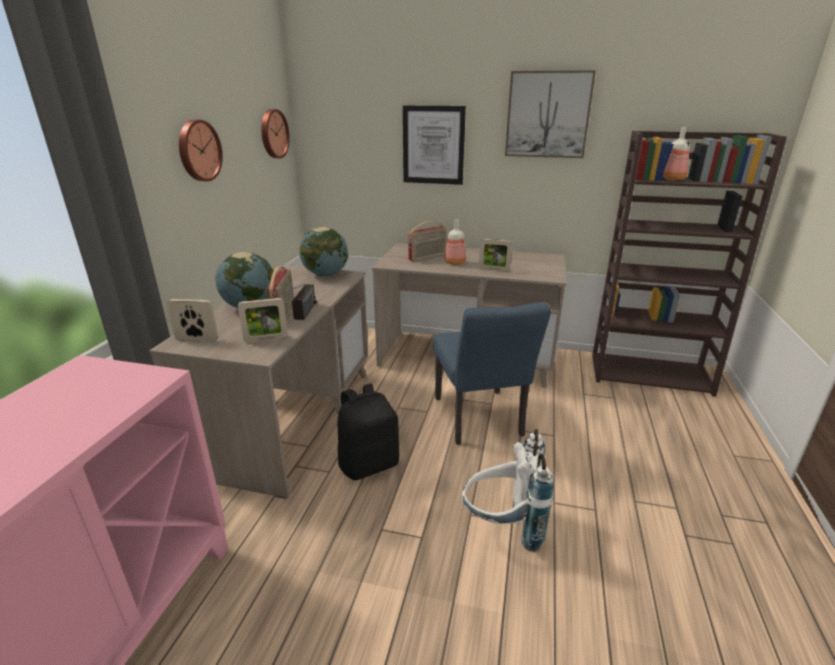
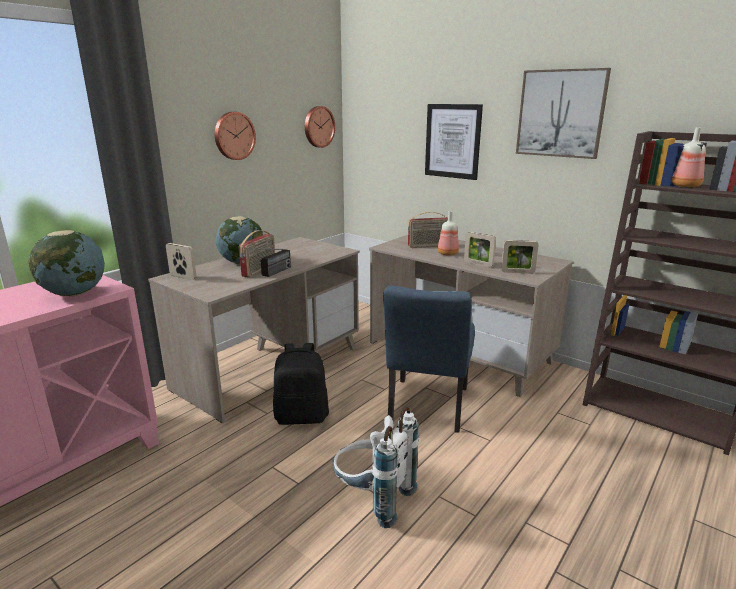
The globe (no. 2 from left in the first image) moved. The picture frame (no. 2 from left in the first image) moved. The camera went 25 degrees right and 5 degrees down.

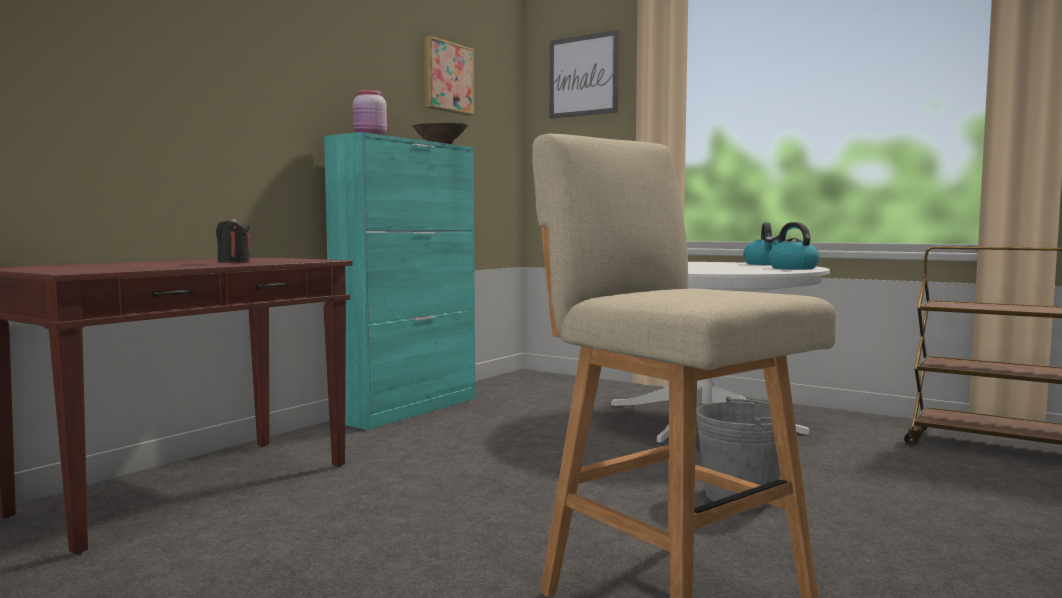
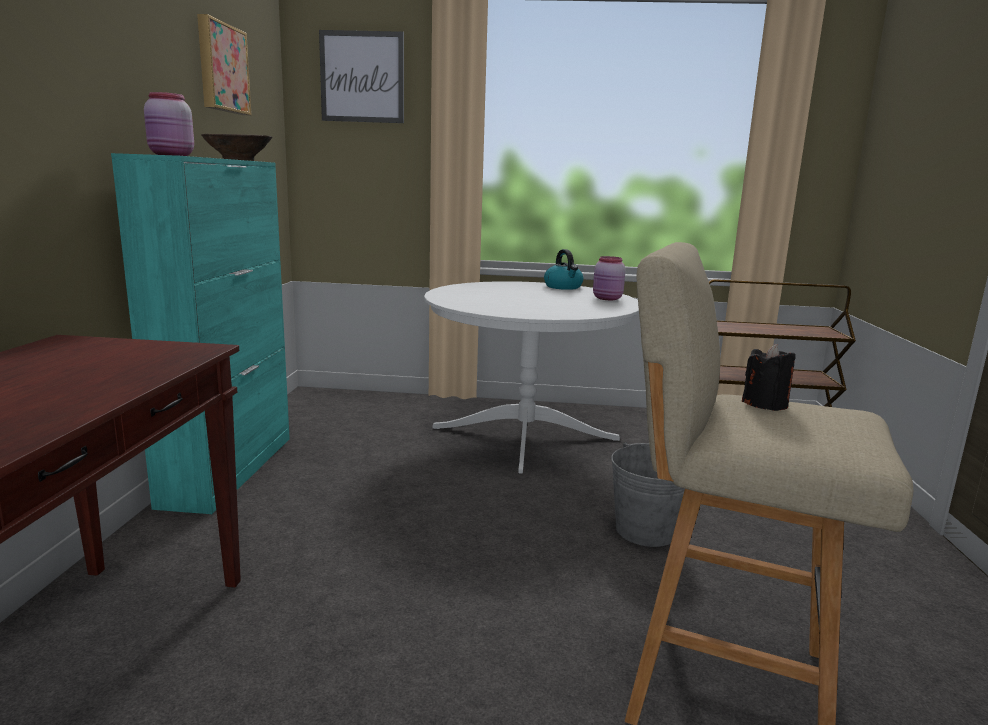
The kettle (no. 2 from left) was replaced by the pink jar (no. 2 from left). The black candle moved. The camera went 30 degrees left and 10 degrees up.

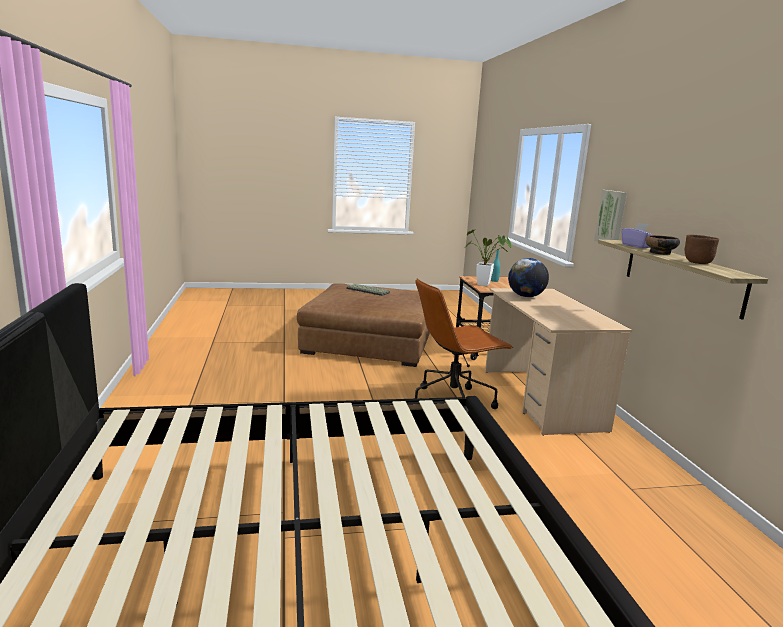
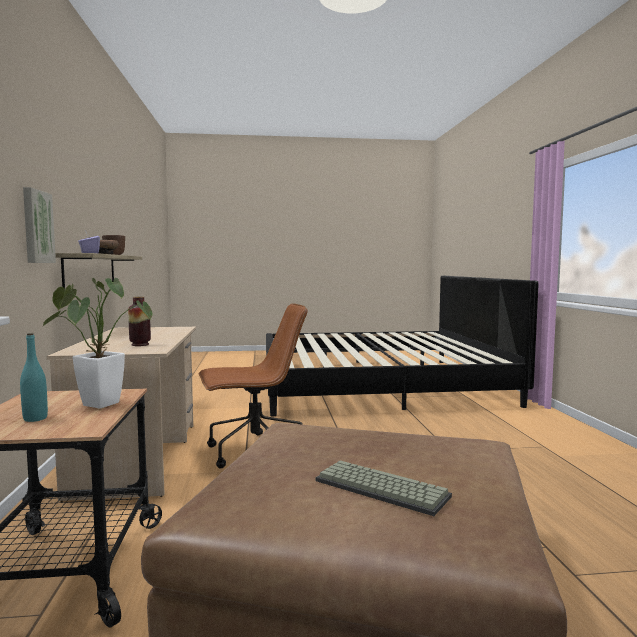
The globe was replaced by the vase. The camera went 175 degrees left and 10 degrees down.

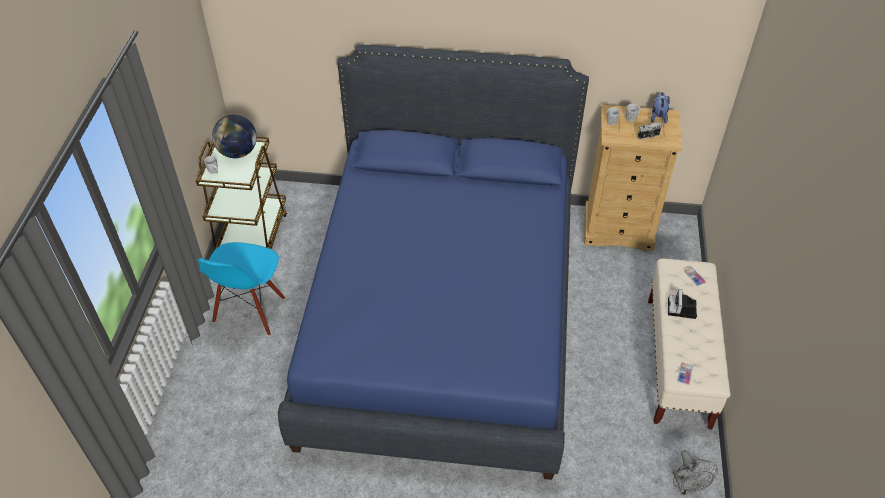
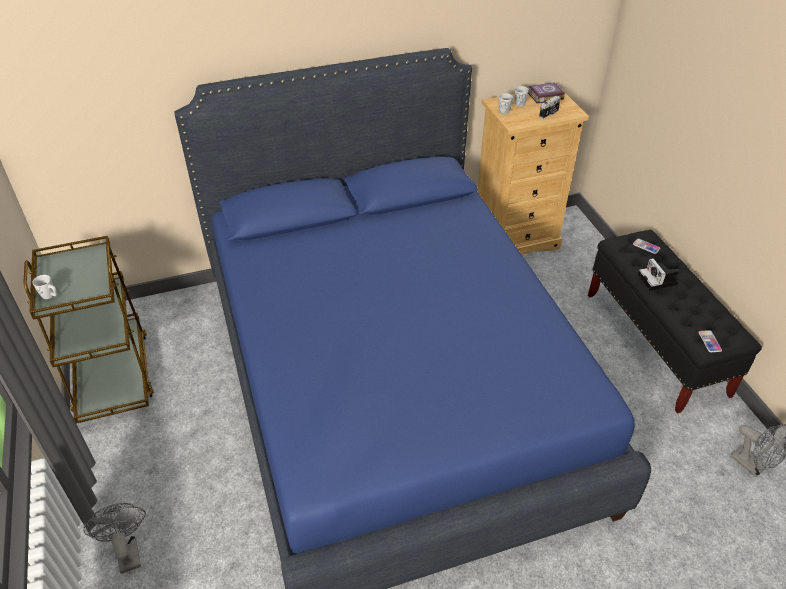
The grey fan (no. 1 from left) appeared. The plush toy was replaced by the book. The beige bench became the black bench. The blue chair disappeared. The globe disappeared. The camera went 25 degrees left and 5 degrees down.

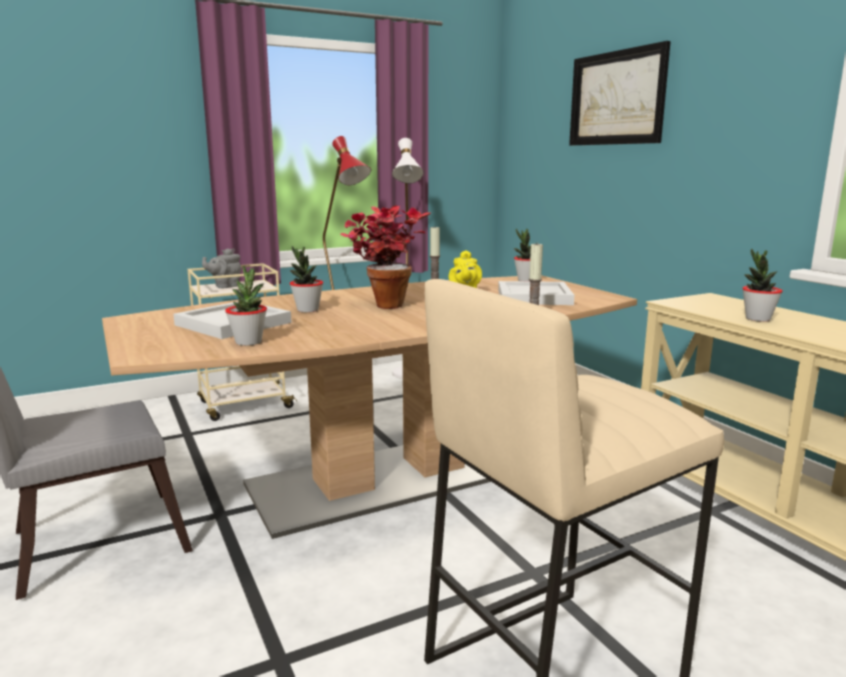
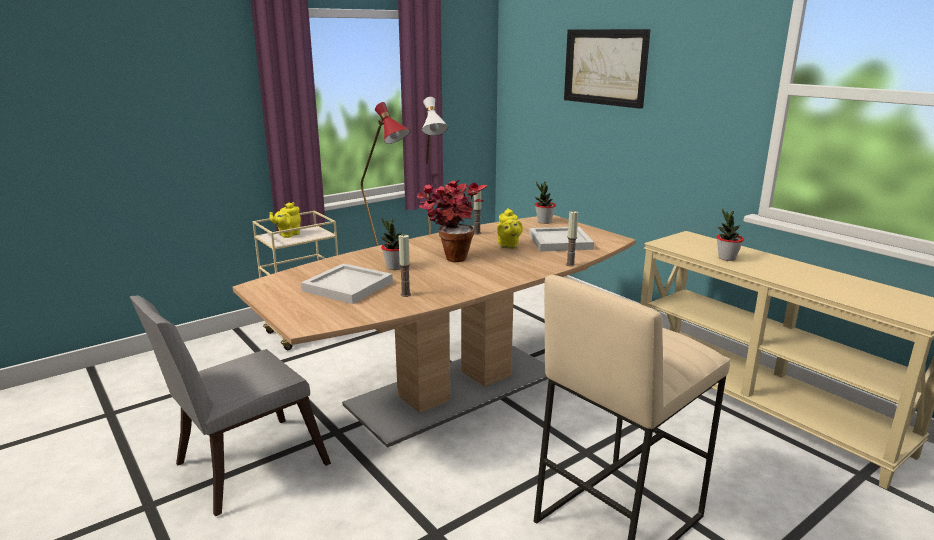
The grey teapot became the yellow teapot (no. 1 from left). The candle (no. 1 from left) appeared. The potted plant (no. 1 from left) disappeared. The camera went 10 degrees left and 5 degrees up.

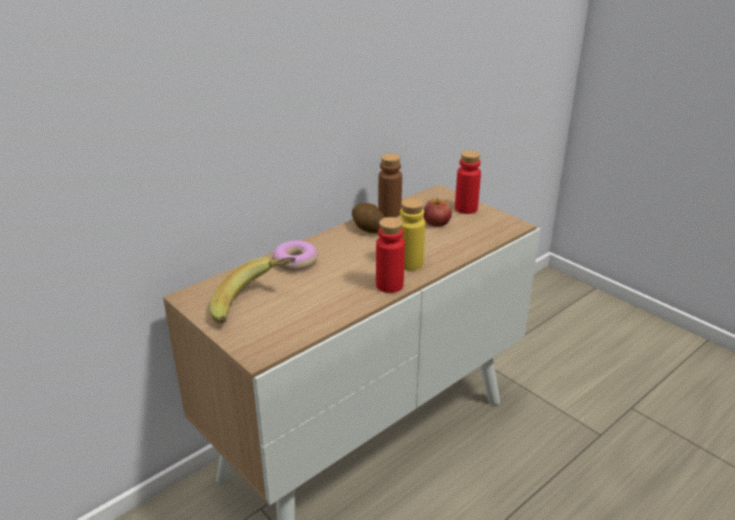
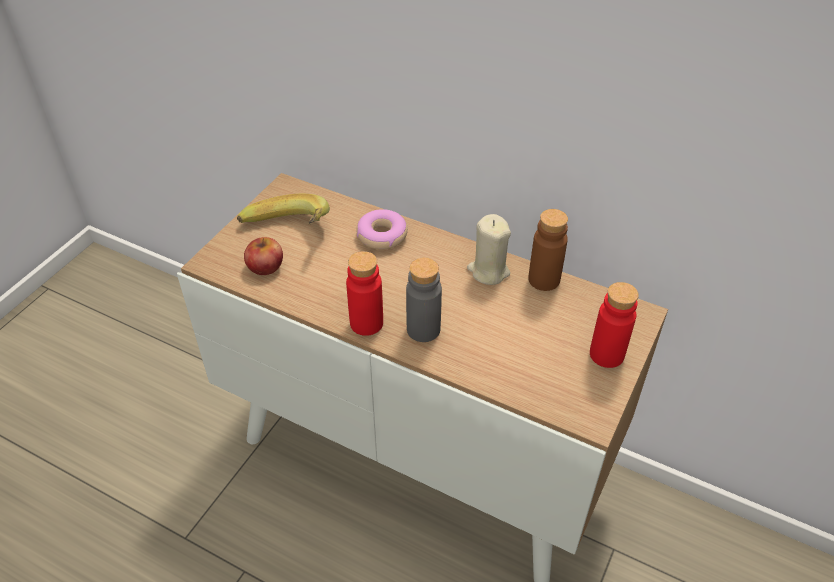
The apple moved. The yellow bottle became the grey bottle. The potato was replaced by the beige candle. The camera went 70 degrees right and 15 degrees up.

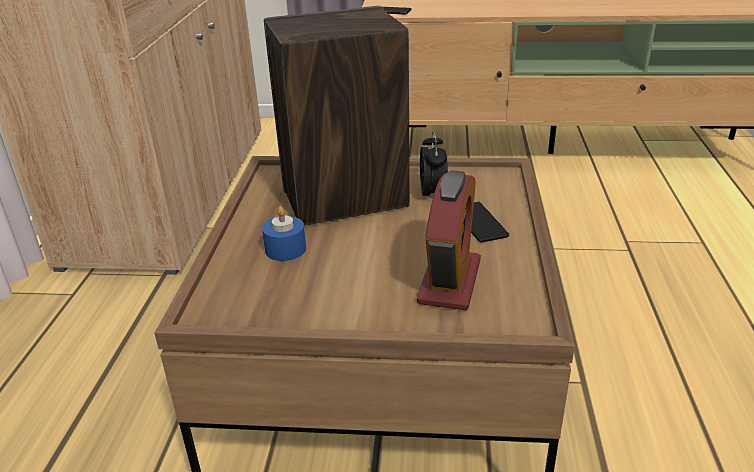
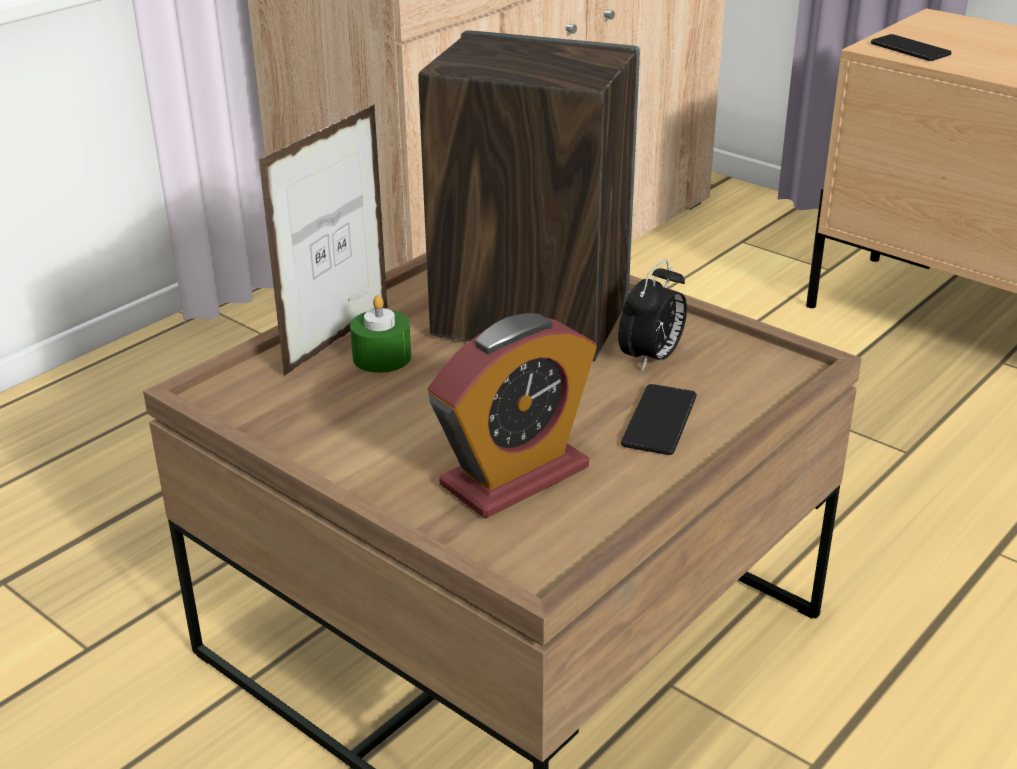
The picture frame appeared. The blue candle became the green candle. The camera went 35 degrees right and 0 degrees up.

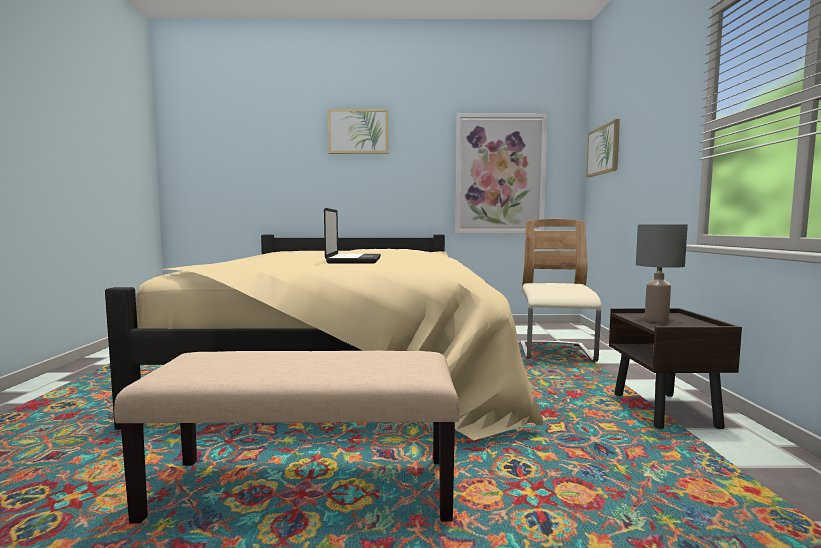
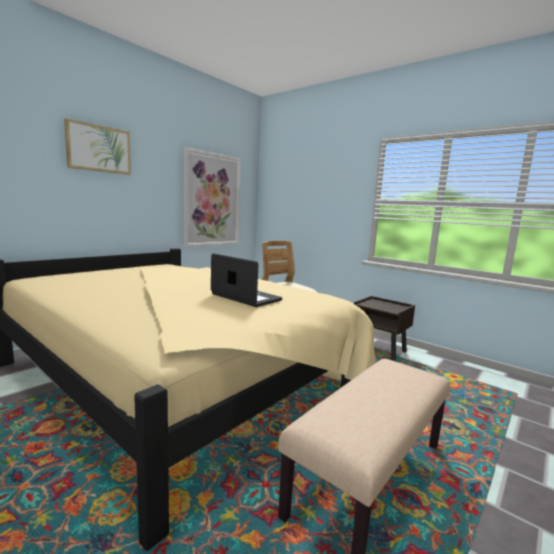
The picture (no. 3 from left) disappeared. The grey table lamp disappeared. The camera went 50 degrees left and 5 degrees up.

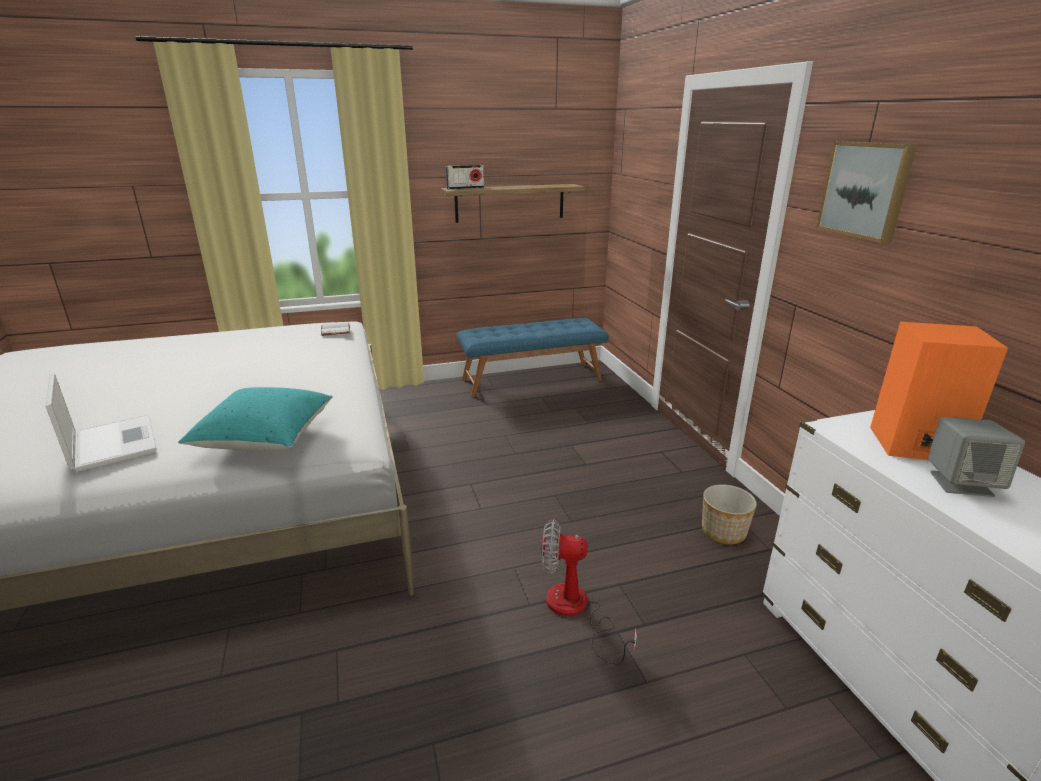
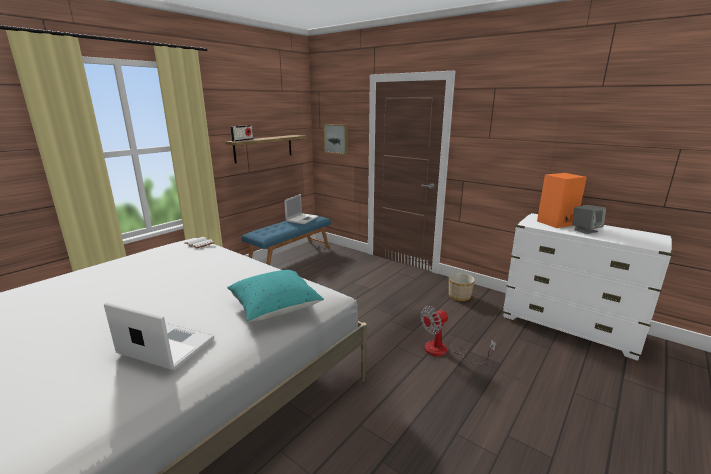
The laptop (no. 2 from left) appeared. The picture moved. The camera went 35 degrees left and 5 degrees down.

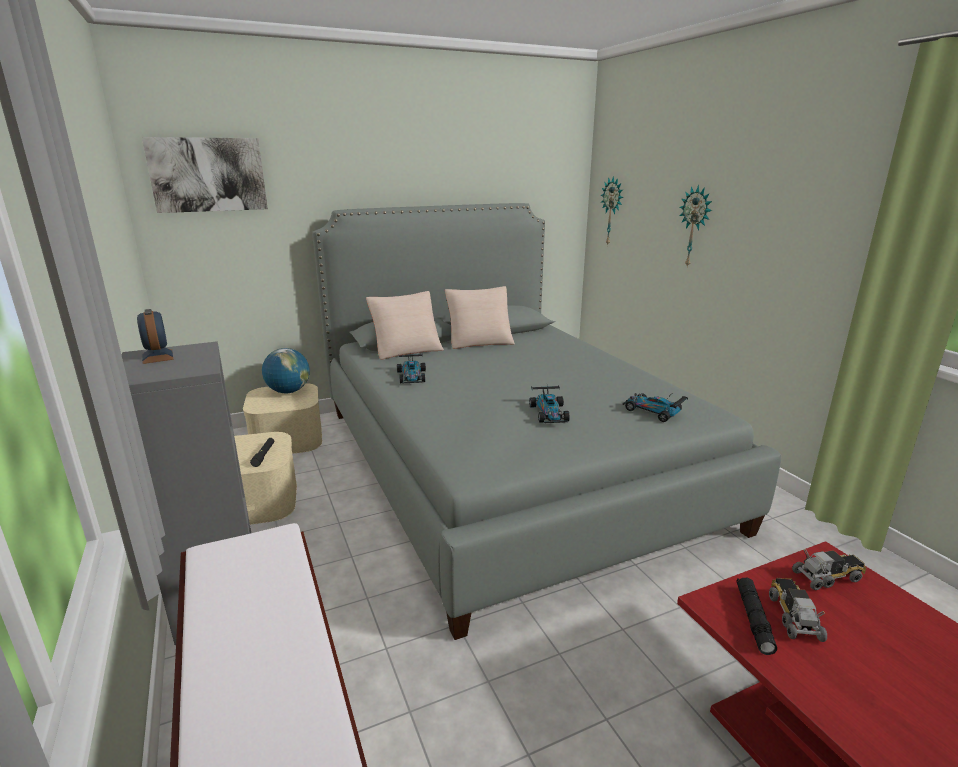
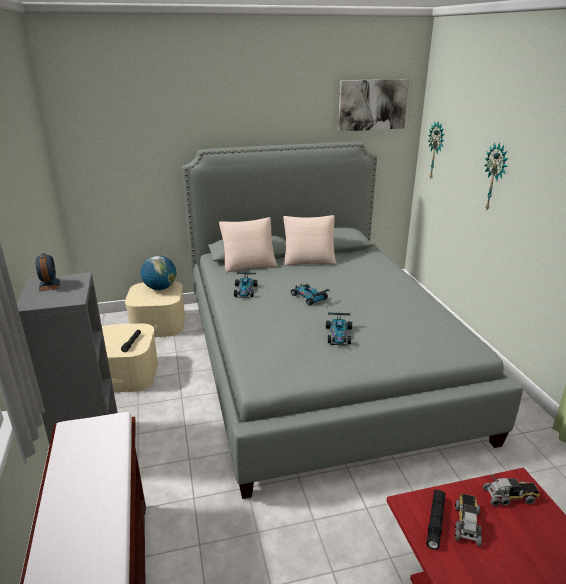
The toy car (no. 3 from left in the first image) moved. The picture moved. The camera went 10 degrees right and 5 degrees up.

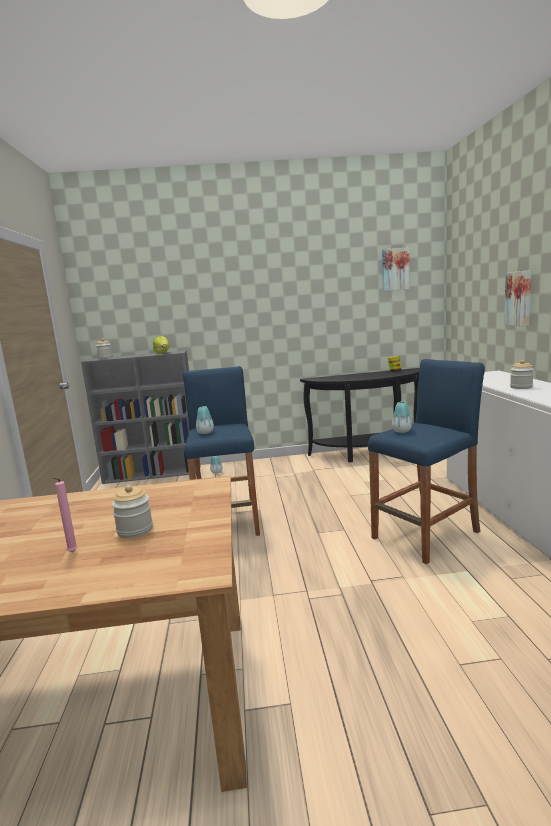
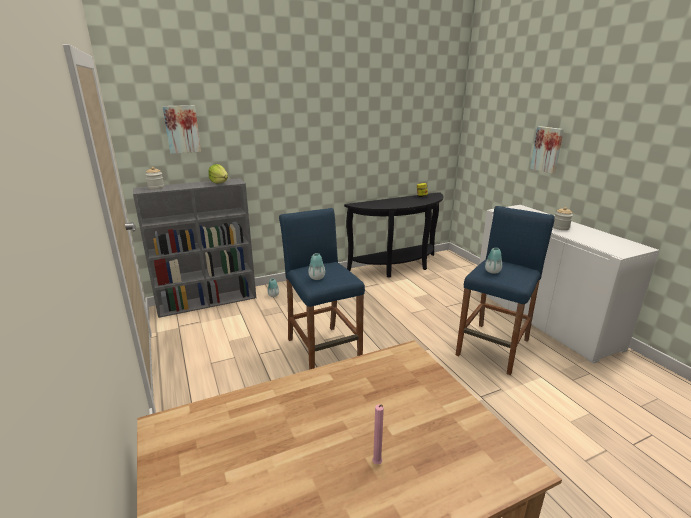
The picture (no. 1 from left) moved. The jar (no. 2 from left) disappeared. The camera went 20 degrees left and 10 degrees up.

